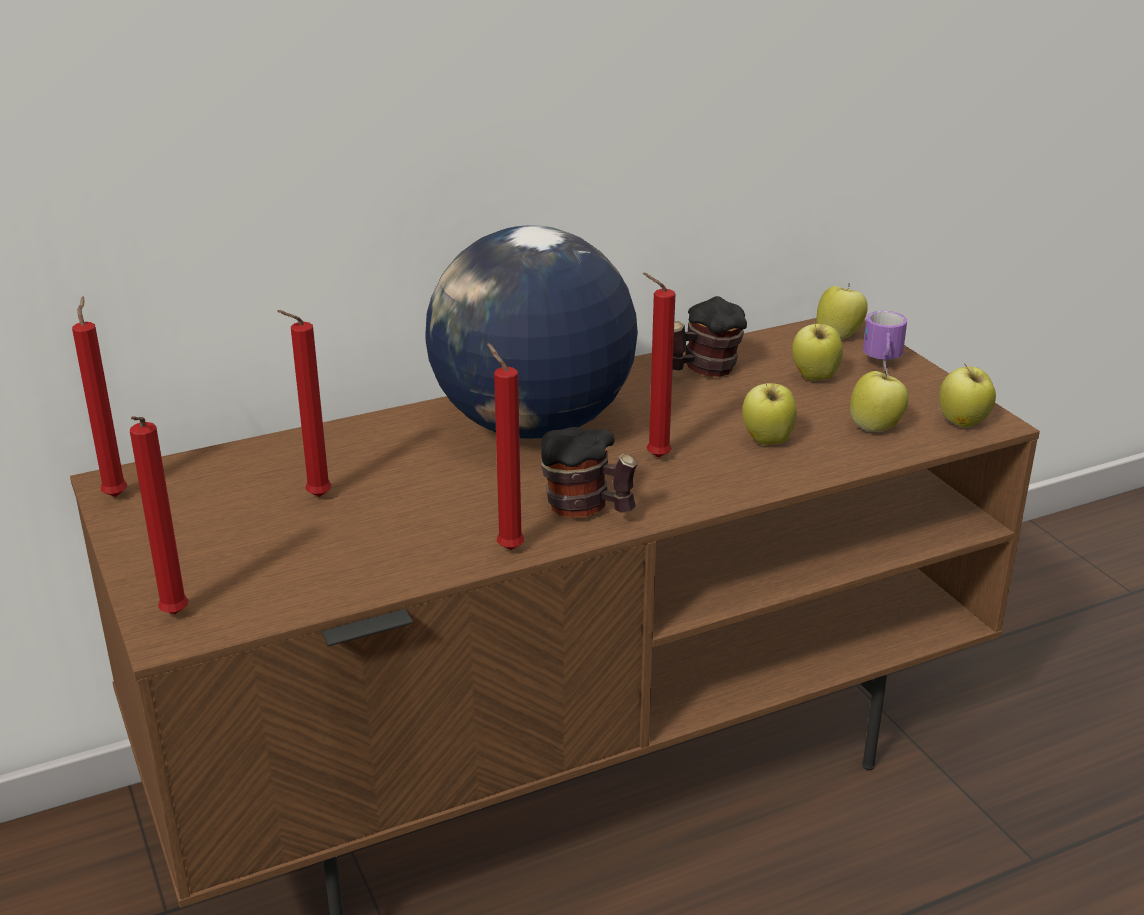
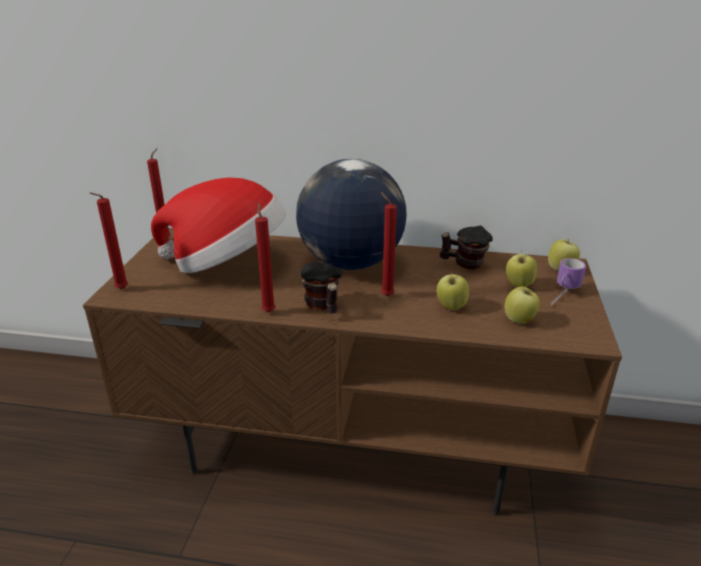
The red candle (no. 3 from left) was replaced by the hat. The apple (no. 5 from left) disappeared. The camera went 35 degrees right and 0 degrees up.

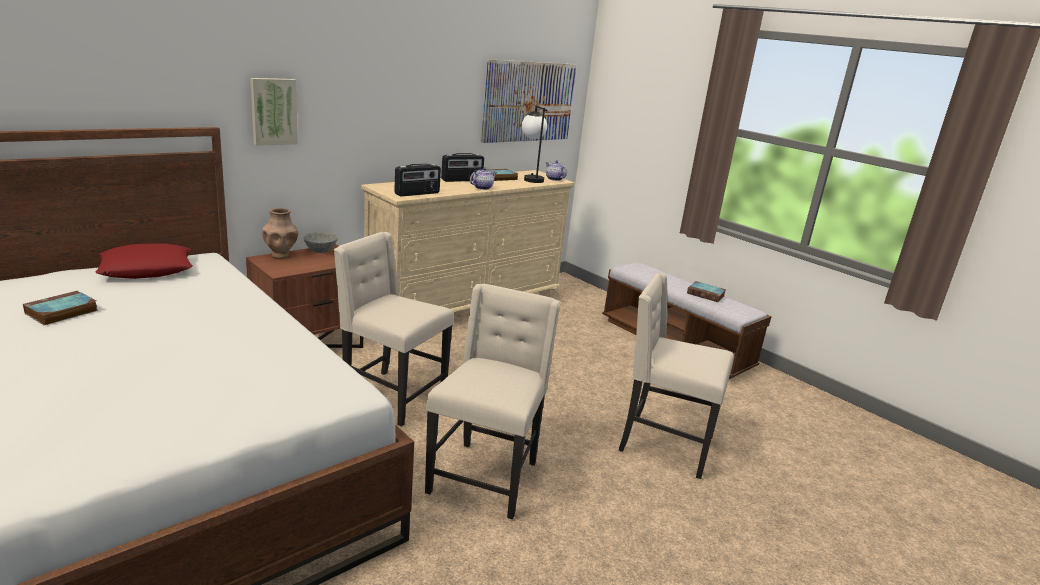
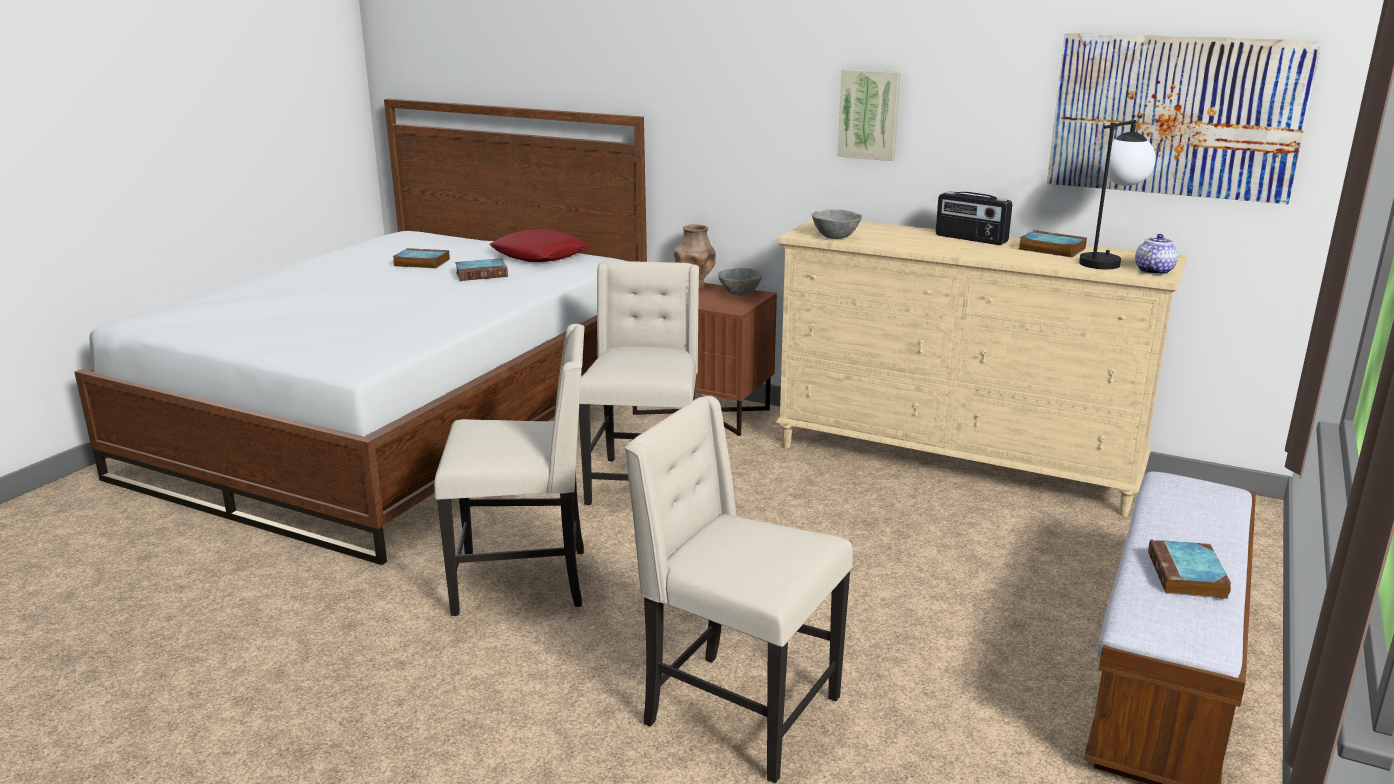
The book (no. 2 from left) appeared. The beige chair (no. 3 from left) turned 60 degrees counterclockwise. The radio (no. 1 from left) was replaced by the grey bowl (no. 2 from left). The picture (no. 1 from left) moved. The teapot (no. 1 from left) disappeared. The camera went 70 degrees right and 0 degrees up.

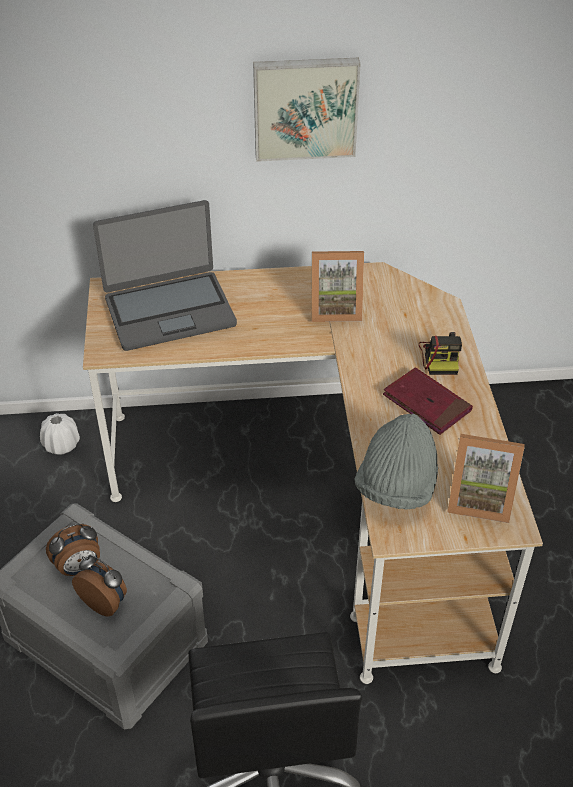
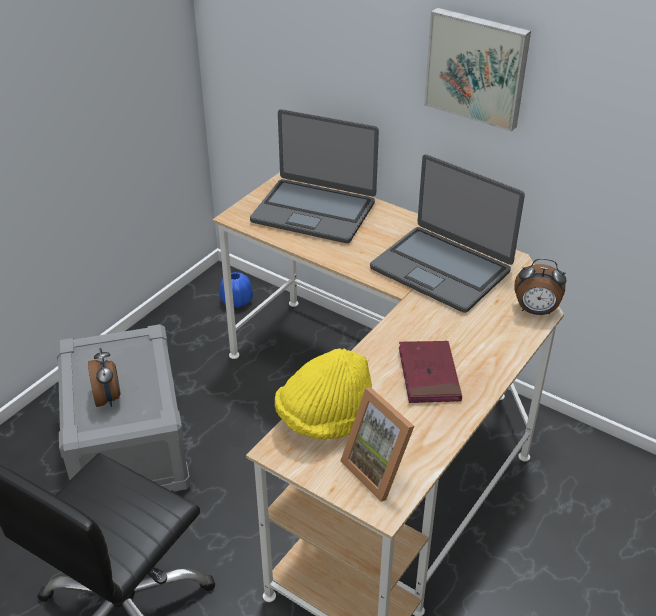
The white vase became the blue vase. The grey hat became the yellow hat. The picture frame (no. 1 from left) was replaced by the laptop (no. 2 from left). The alarm clock (no. 1 from left in the first image) moved. The photo camera disappeared. The camera went 40 degrees right and 5 degrees down.

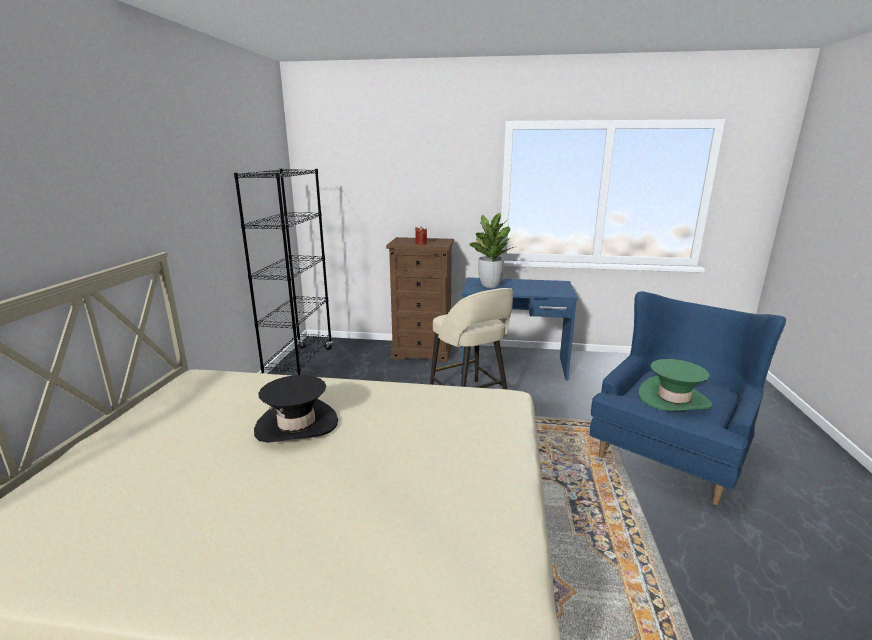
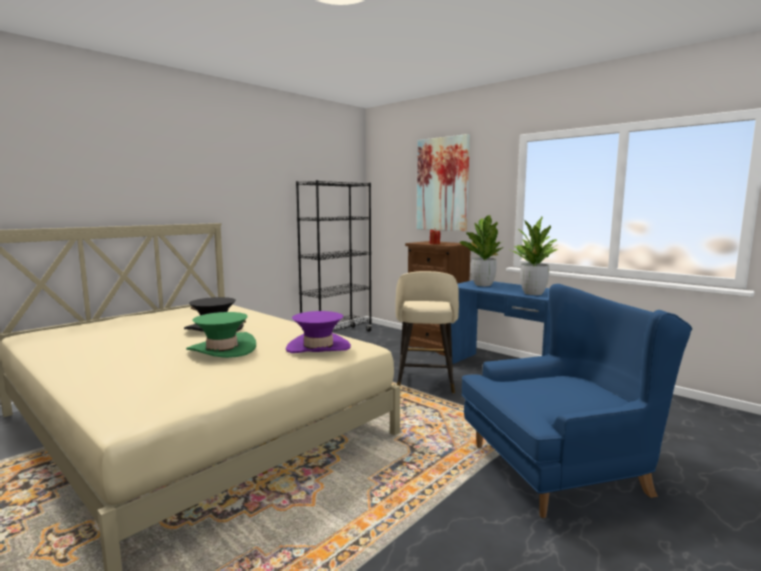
The green hat moved. The purple hat appeared. The picture appeared. The potted plant (no. 2 from left) appeared. The camera went 35 degrees right and 10 degrees down.

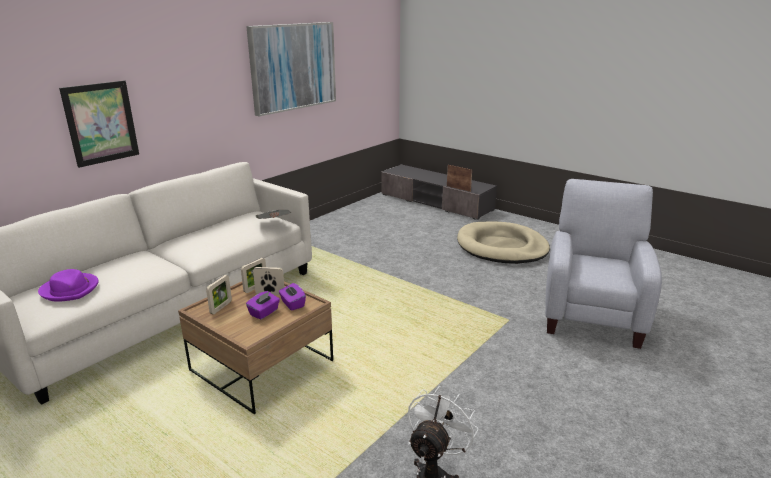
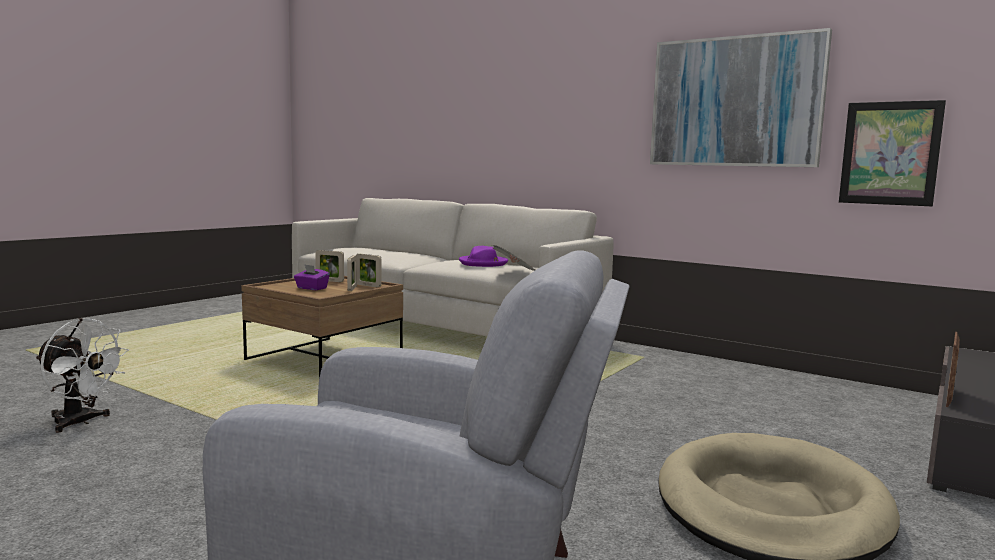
The purple hat moved. The picture (no. 1 from left in the first image) moved. The purple tissue box (no. 2 from left) disappeared. The camera went 85 degrees right and 15 degrees down.

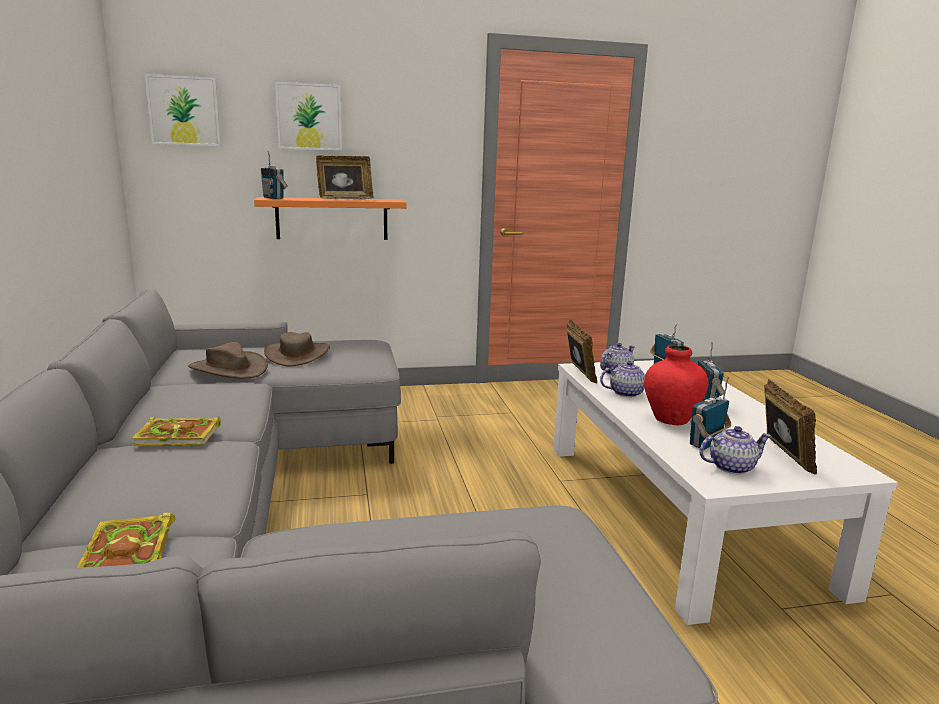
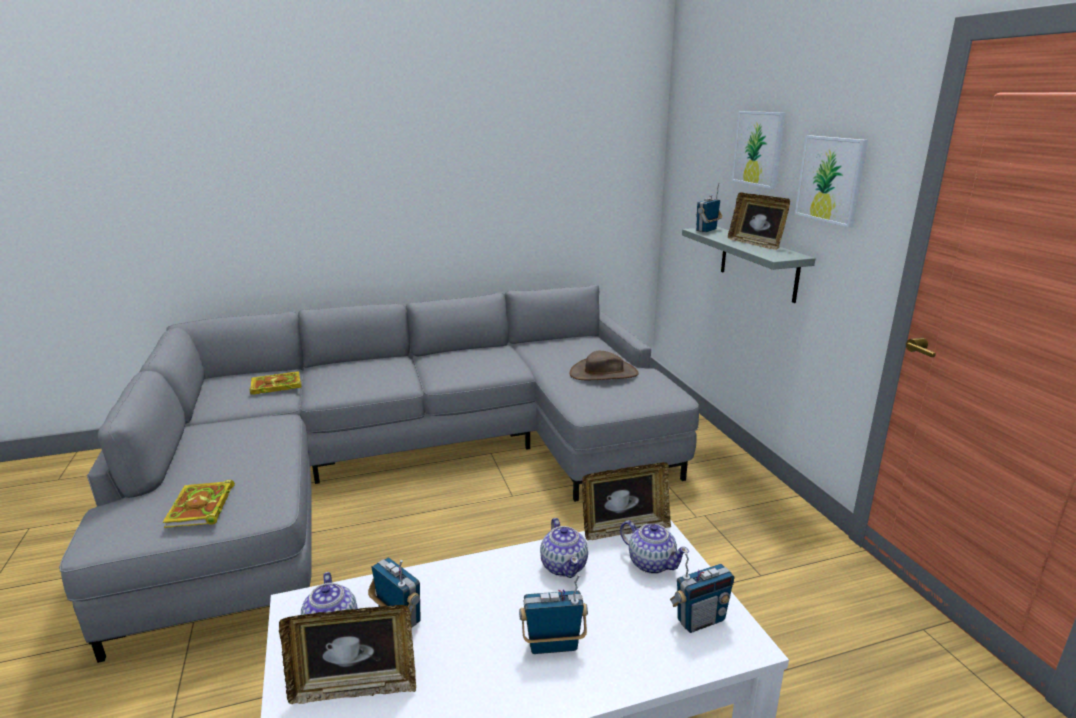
The book (no. 2 from left in the first image) moved. The orange shelf became the grey shelf. The picture (no. 1 from left in the first image) moved. The brown hat (no. 1 from left) disappeared. The red vase disappeared. The camera went 85 degrees right and 5 degrees up.

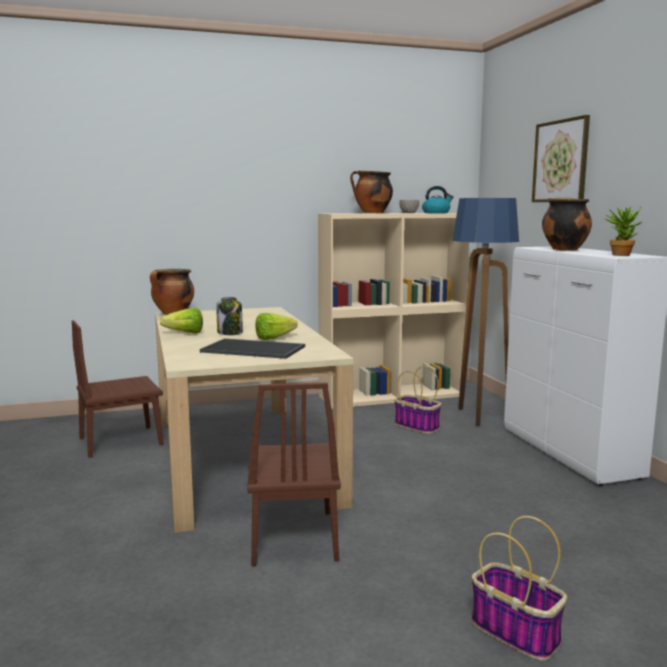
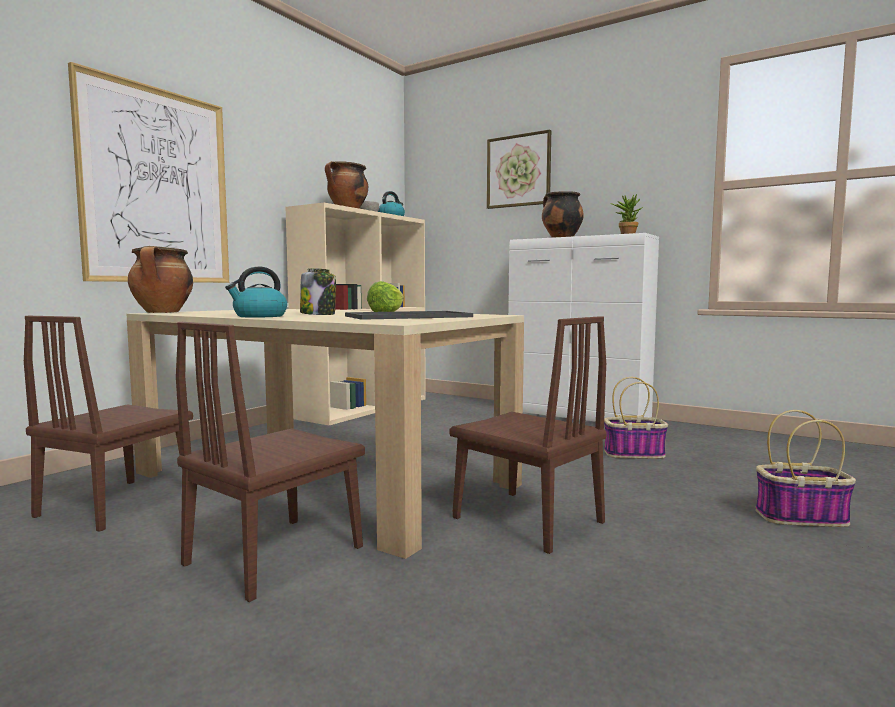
The picture (no. 1 from left) appeared. The brown chair (no. 2 from left) appeared. The lettuce (no. 1 from left) was replaced by the kettle (no. 1 from left). The basket (no. 1 from left) moved. The floor lamp disappeared. The camera went 40 degrees left and 5 degrees down.

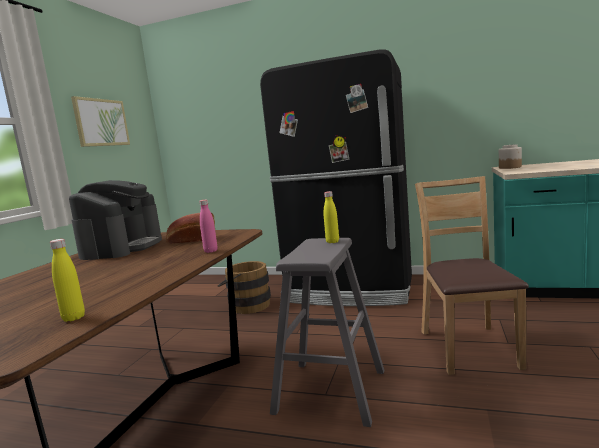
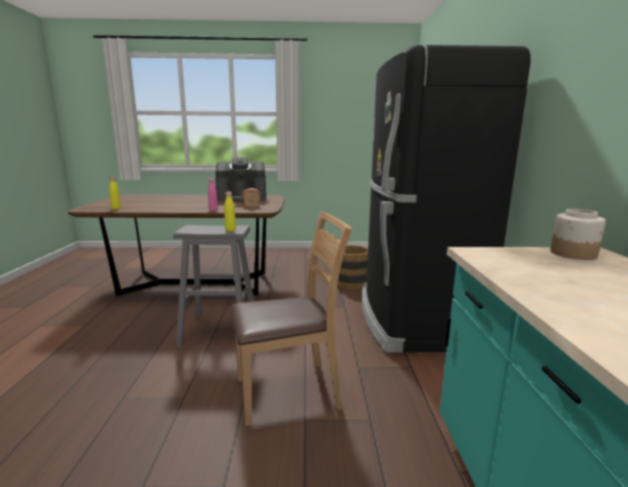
The picture disappeared. The camera went 70 degrees right and 5 degrees up.

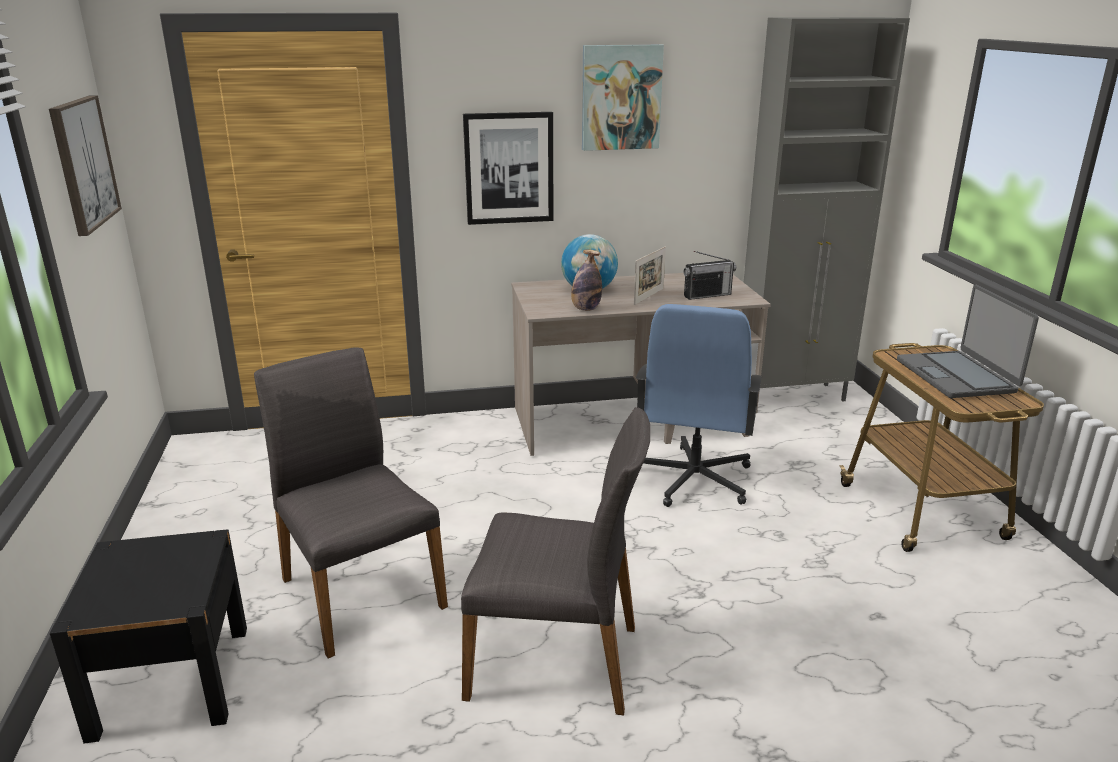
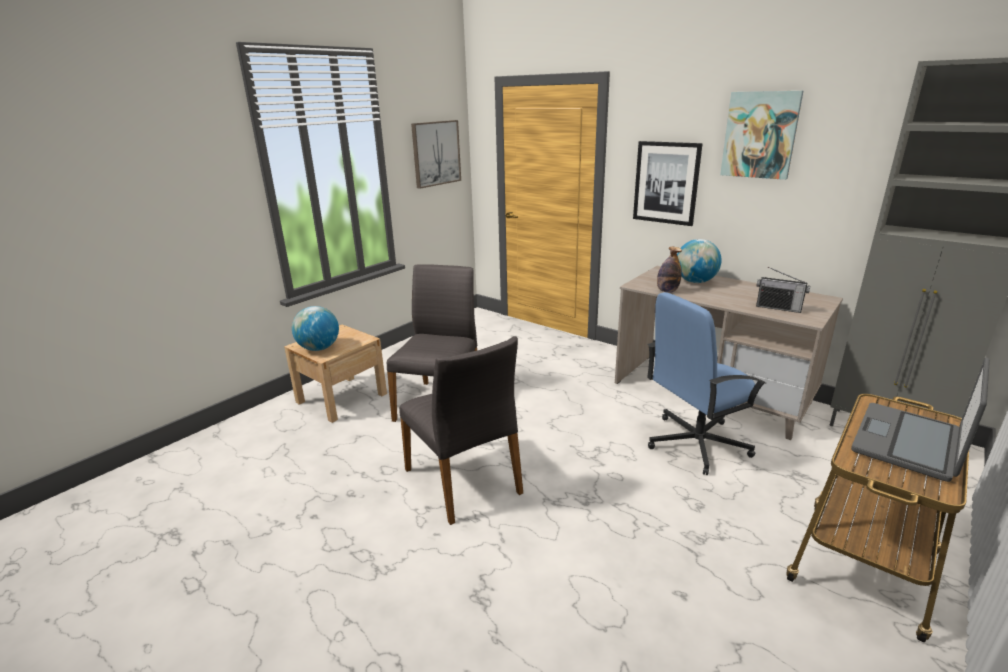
The black nightstand became the beige nightstand. The globe (no. 1 from left) appeared. The picture frame disappeared. The camera went 50 degrees right and 0 degrees up.

